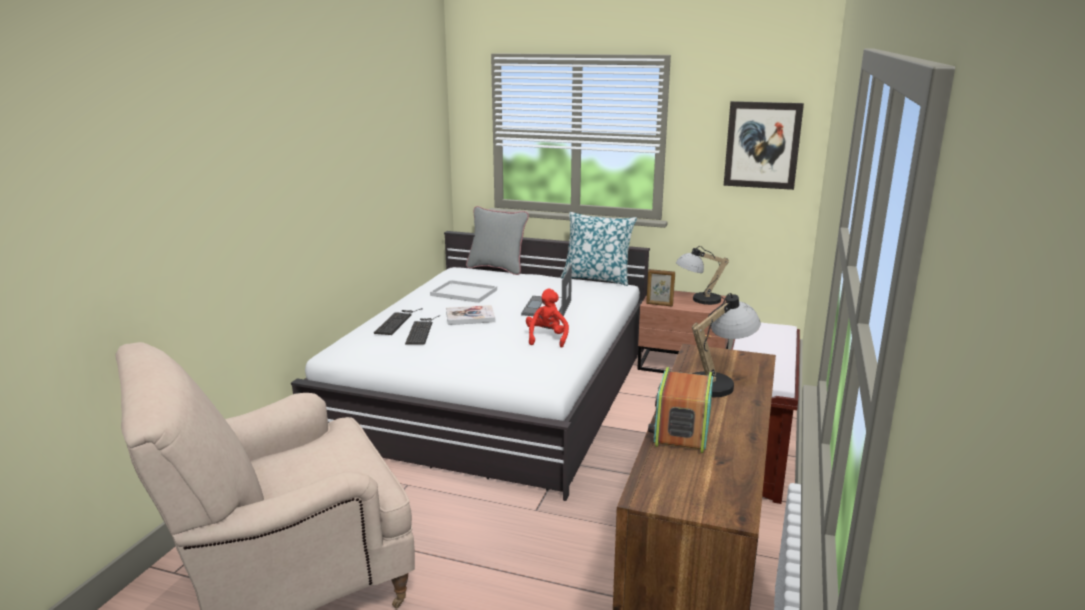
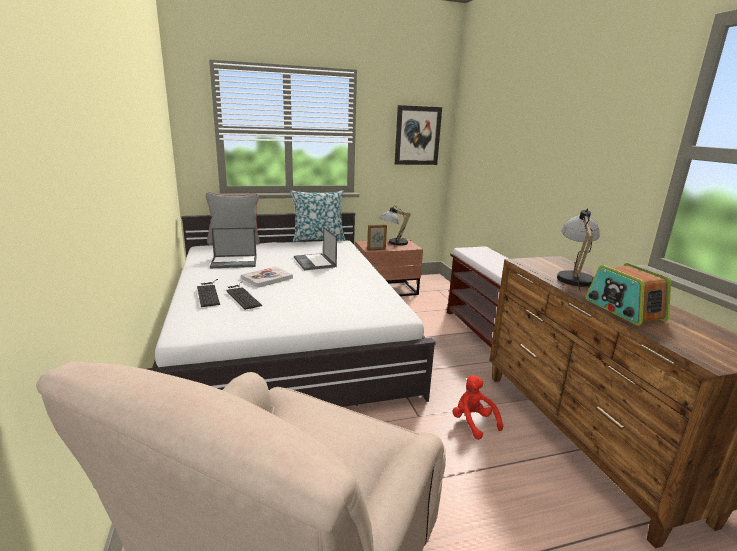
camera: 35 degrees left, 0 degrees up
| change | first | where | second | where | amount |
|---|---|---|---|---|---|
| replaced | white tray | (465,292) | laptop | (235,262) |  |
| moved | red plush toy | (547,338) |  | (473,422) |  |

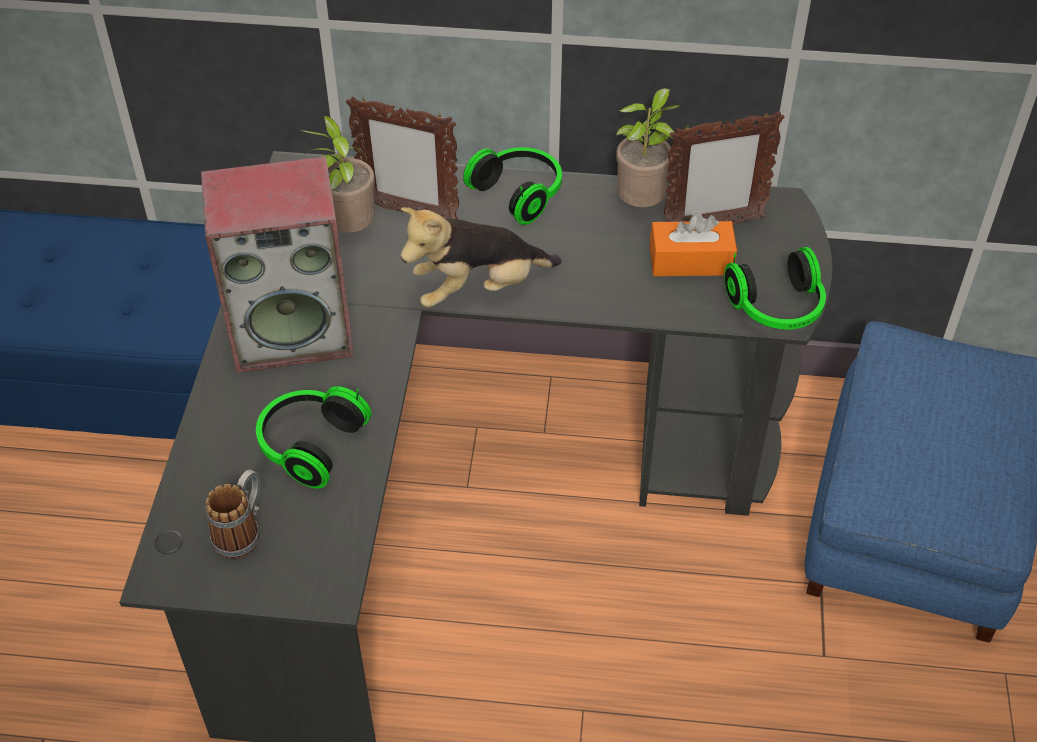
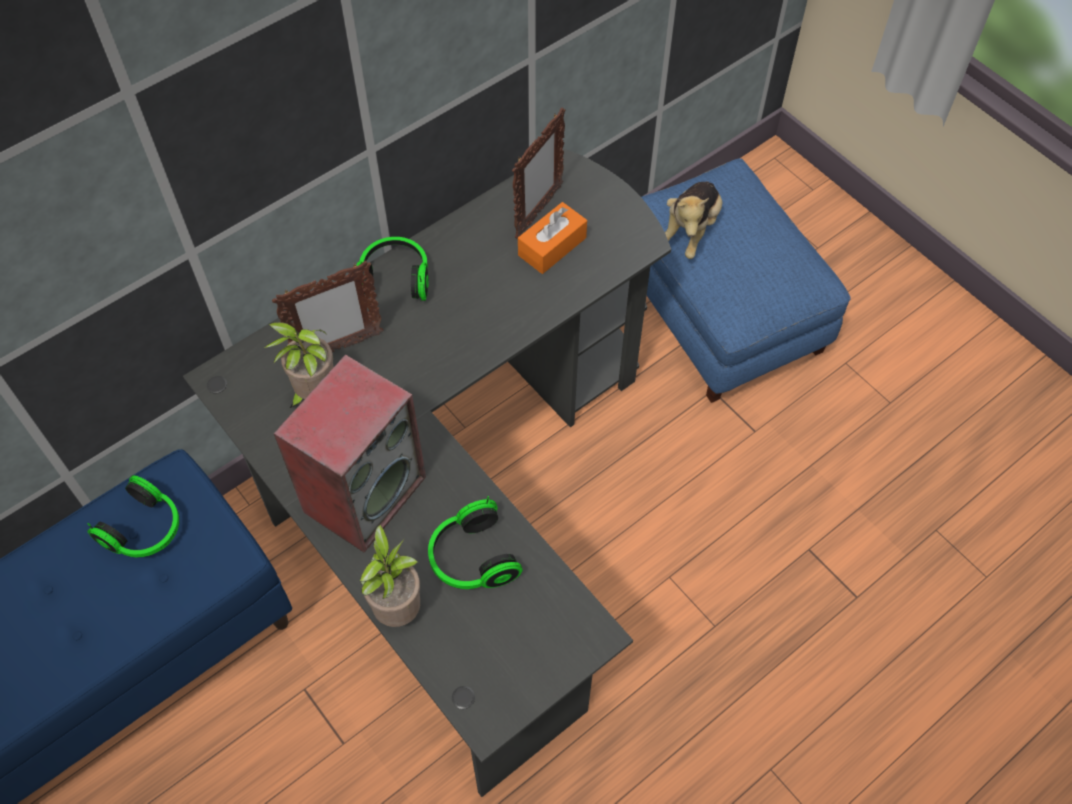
camera: 45 degrees left, 10 degrees up
| change | first | where | second | where | amount |
|---|---|---|---|---|---|
| moved | headphones | (777,309) |  | (146,530) |  |
| moved | potted plant | (642,205) |  | (398,608) |  |
| moved | plush toy | (478,289) |  | (690,230) |  |
| removed | mug | (243,531) |  |  |  |

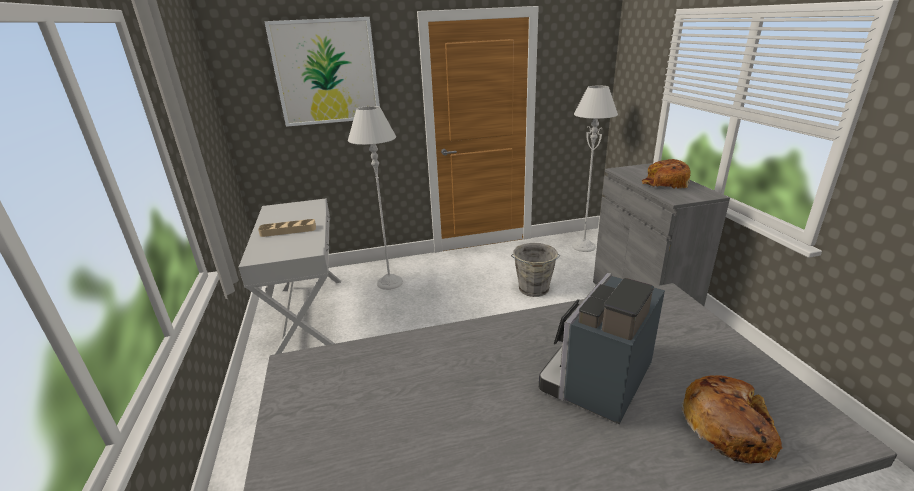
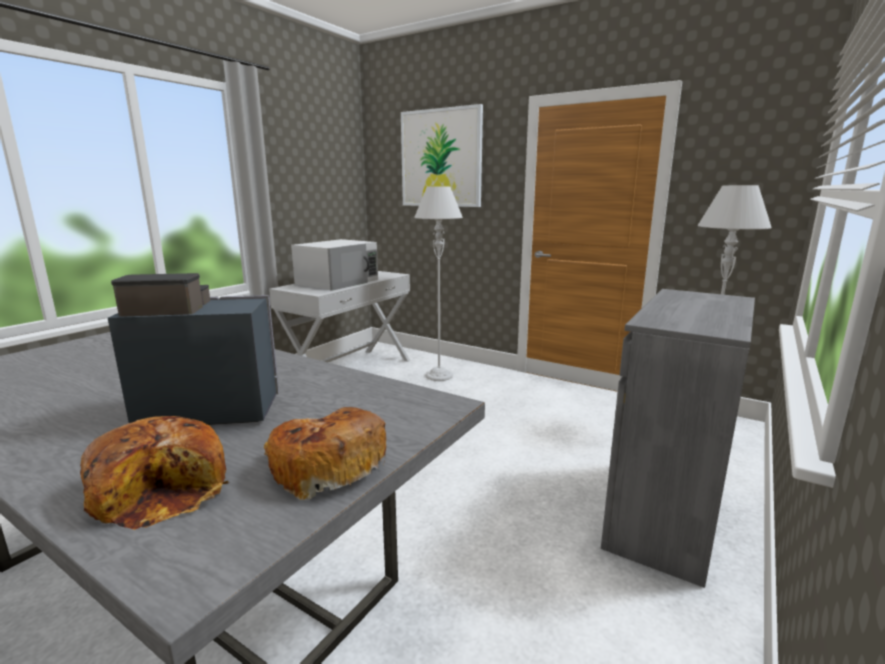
camera: 45 degrees right, 10 degrees down
| change | first | where | second | where | amount |
|---|---|---|---|---|---|
| moved | bread | (664,183) |  | (327,465) |  |
| replaced | beige tray | (288,230) | white microwave | (338,282) |  |
| removed | grey bucket | (533,289) |  |  |  |

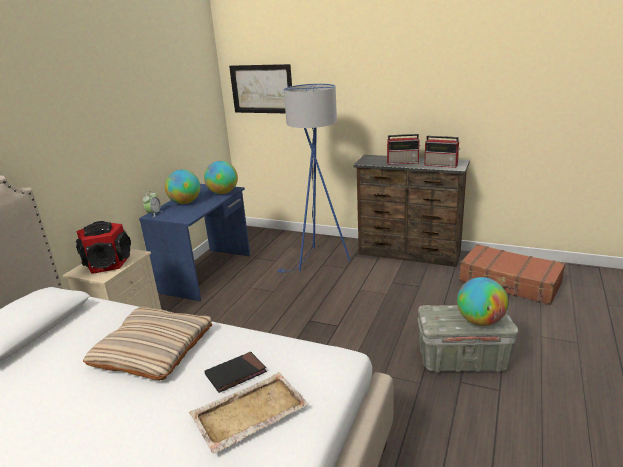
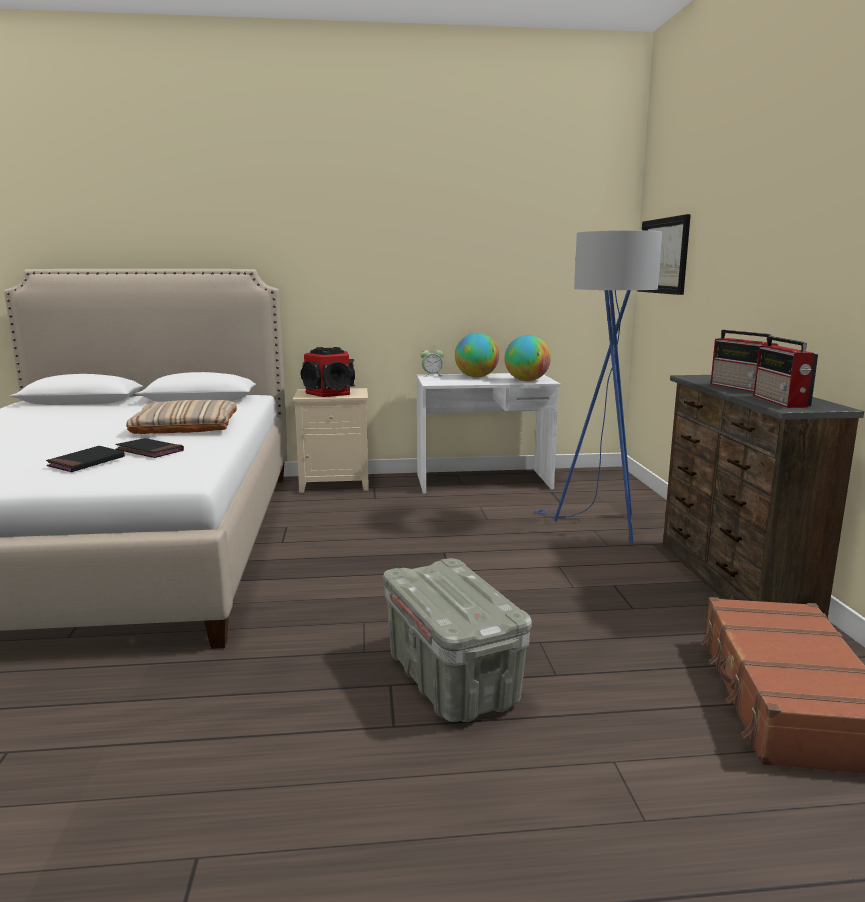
camera: 60 degrees right, 10 degrees down
| change | first | where | second | where | amount |
|---|---|---|---|---|---|
| replaced | beige tray | (248,413) | black book | (86,462) |  |
| recoloured | blue desk | (207,273) | white desk | (483,481) |  |
| removed | globe | (480,321) |  |  |  |

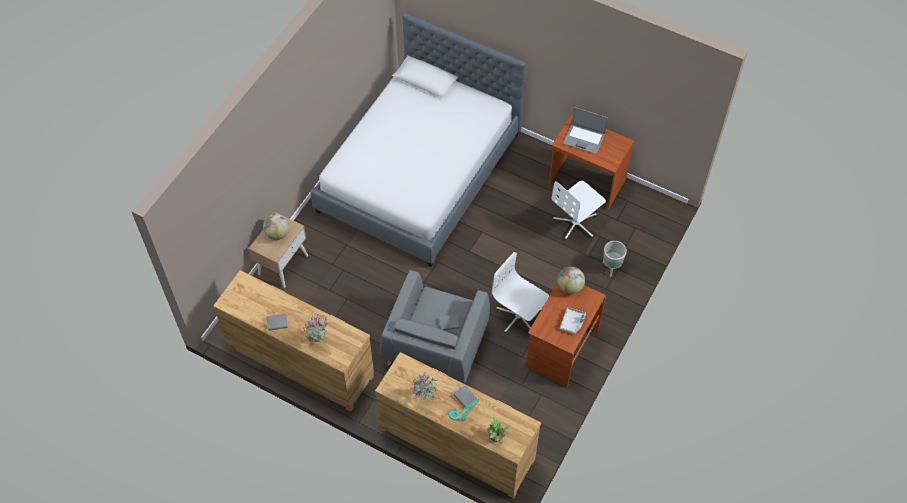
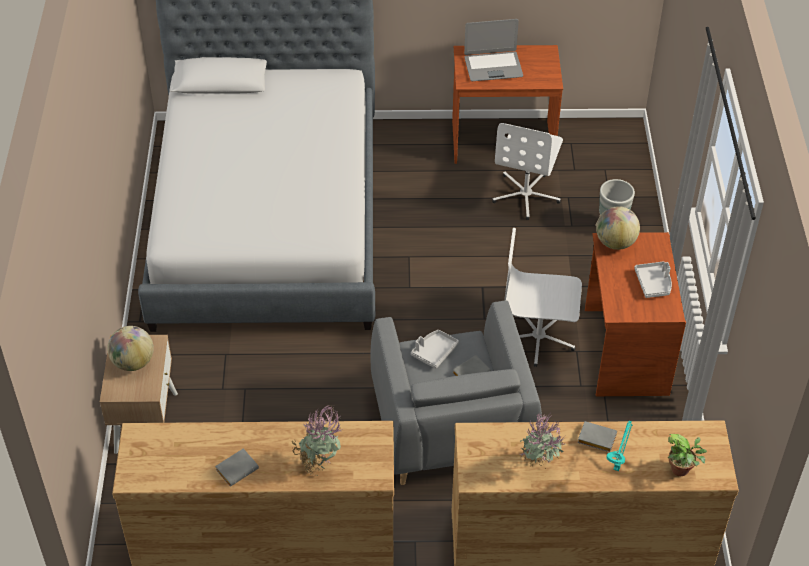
camera: 30 degrees left, 10 degrees down
| change | first | where | second | where | amount |
|---|---|---|---|---|---|
| added |  |  | grey tray | (434,352) |  |

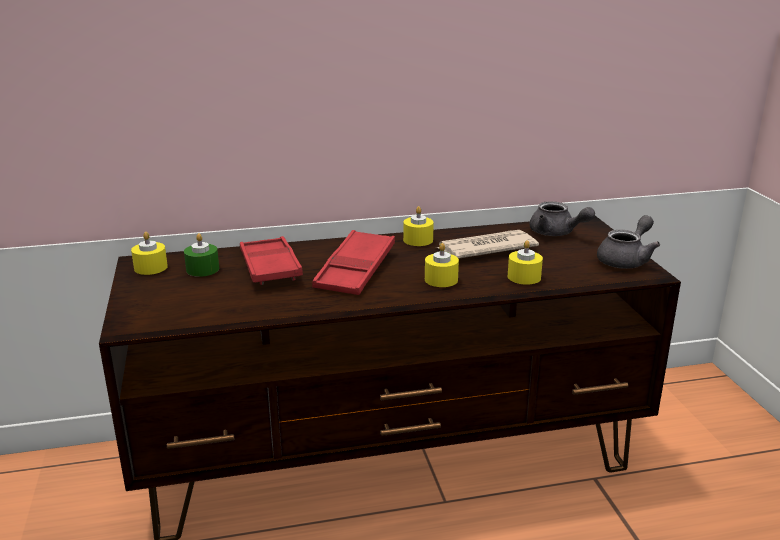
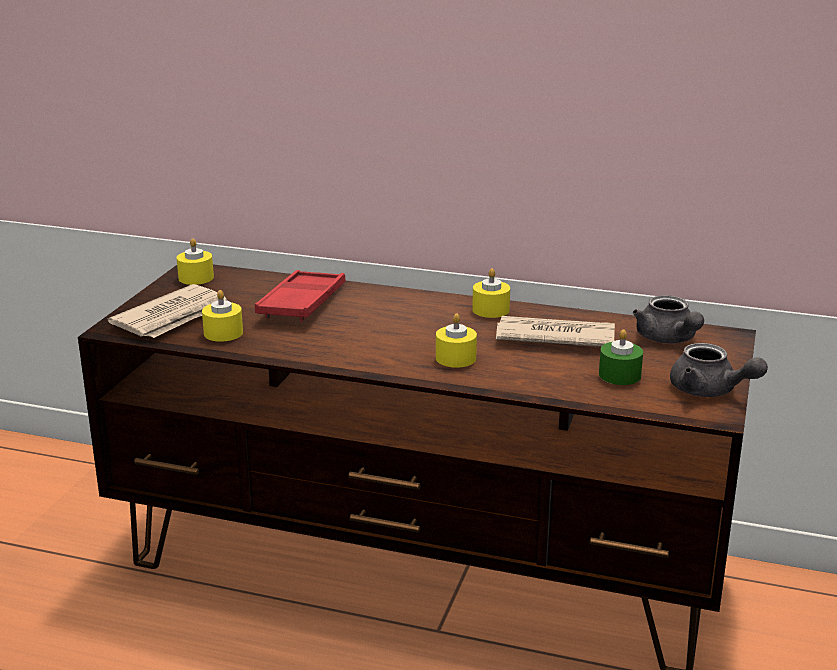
camera: 30 degrees right, 0 degrees up
| change | first | where | second | where | amount |
|---|---|---|---|---|---|
| added |  |  | newspaper | (173,317) |  |
| moved | yellow candle | (524,277) |  | (223,333) |  |
| moved | green candle | (202,269) |  | (619,375) |  |
| turned | grey teapot | (626,260) |  | (710,391) | 60 degrees clockwise |
| removed | red tray | (355,270) |  |  |  |

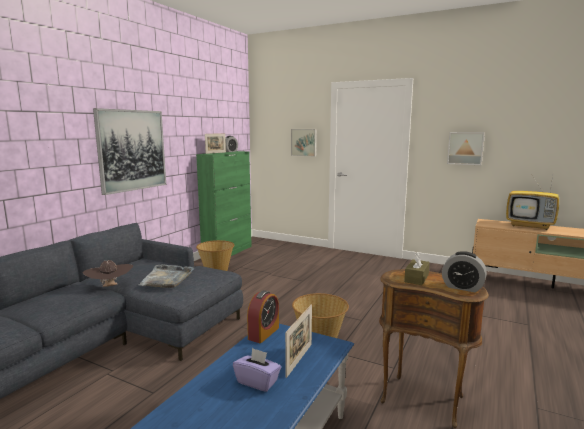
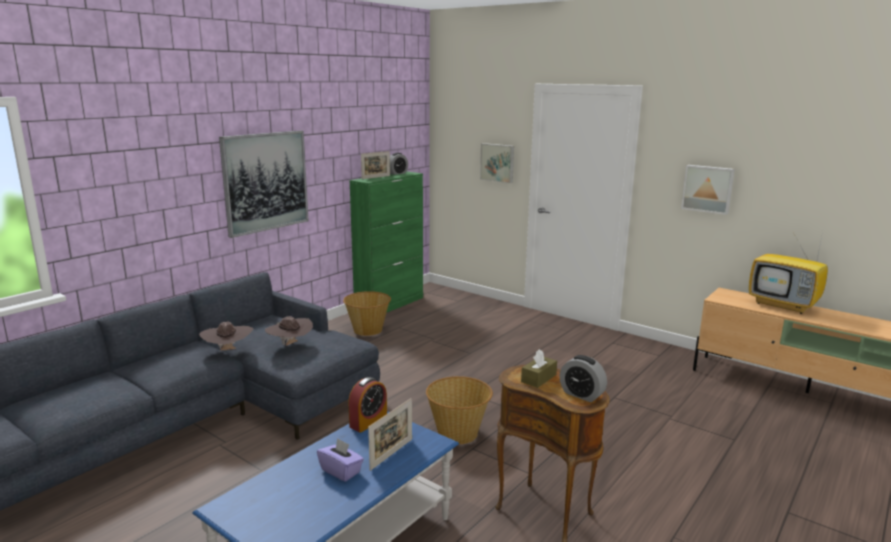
camera: 10 degrees right, 5 degrees up
| change | first | where | second | where | amount |
|---|---|---|---|---|---|
| replaced | grey tray | (167,278) | brown hat | (290,345) |  |

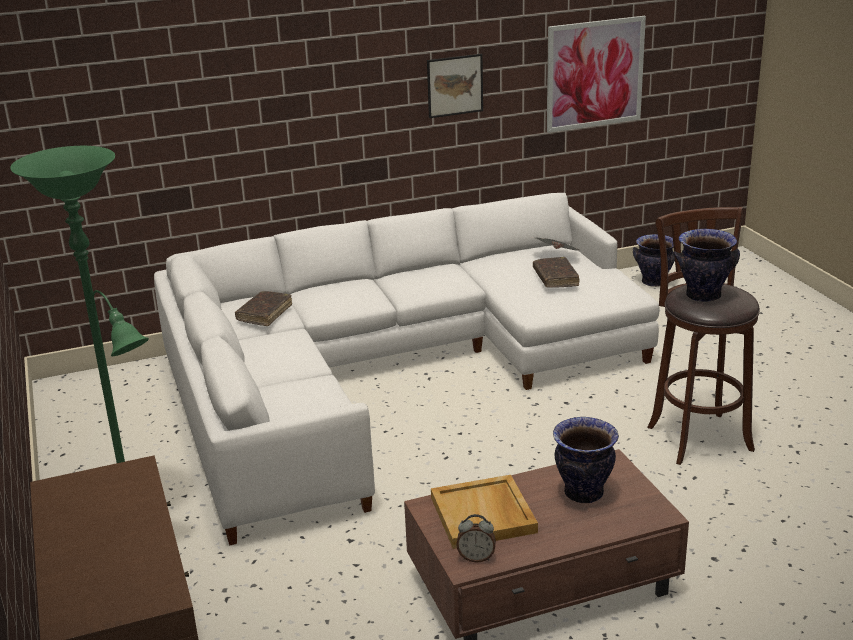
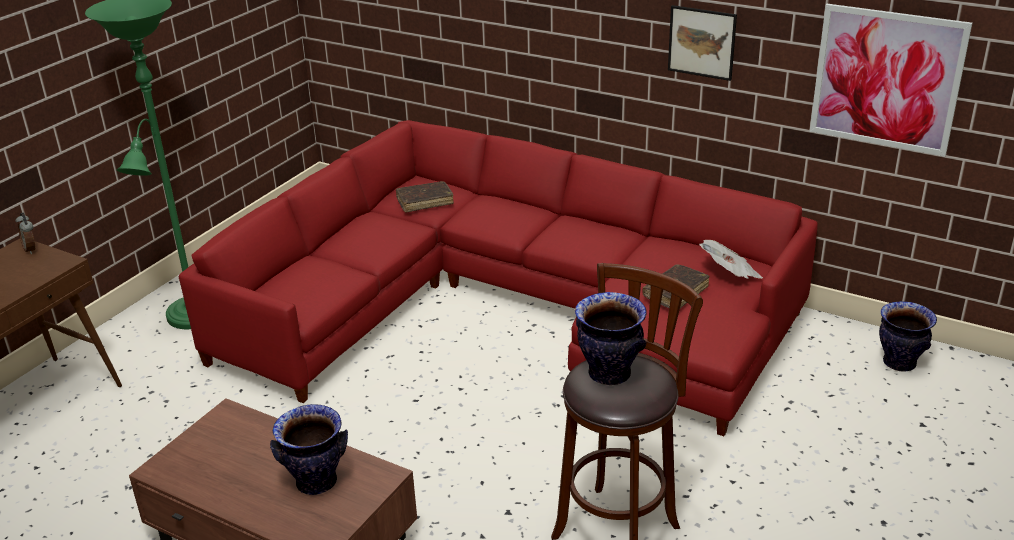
camera: 50 degrees right, 5 degrees up
| change | first | where | second | where | amount |
|---|---|---|---|---|---|
| moved | alarm clock | (476,557) |  | (31,249) |  |
| recoloured | white sofa | (388,374) | red sofa | (509,308) |  |
| removed | beige tray | (484,515) |  |  |  |

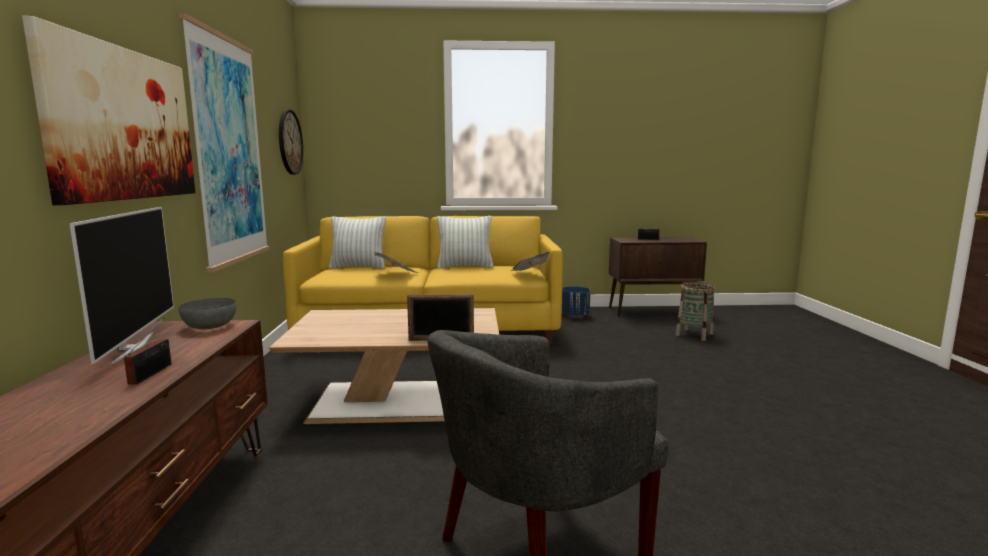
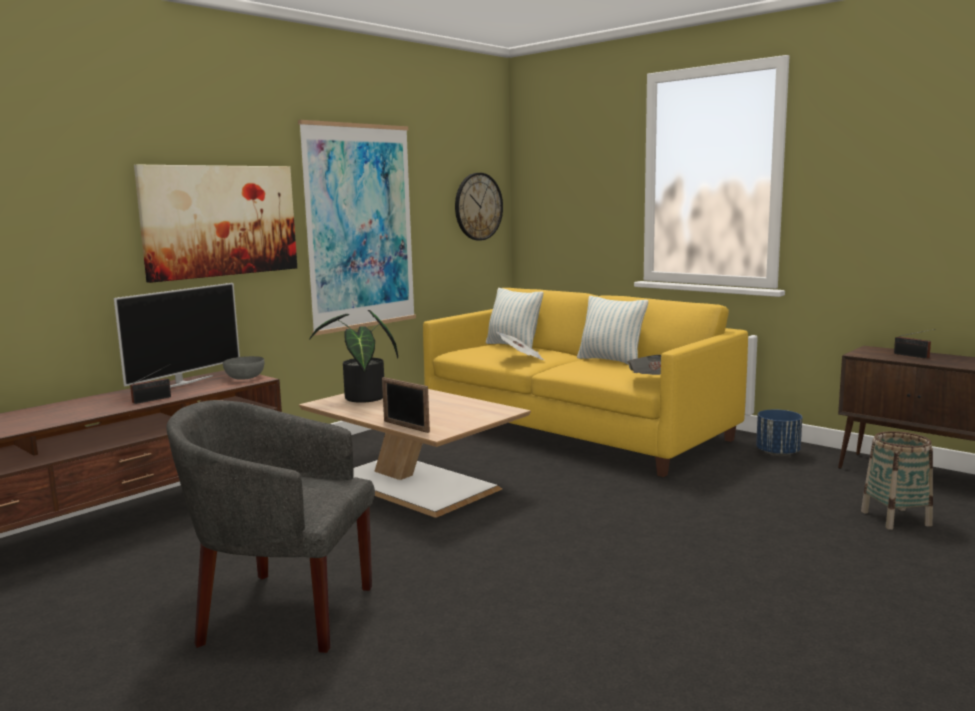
camera: 45 degrees right, 0 degrees up
| change | first | where | second | where | amount |
|---|---|---|---|---|---|
| added |  |  | potted plant | (362,399) |  |

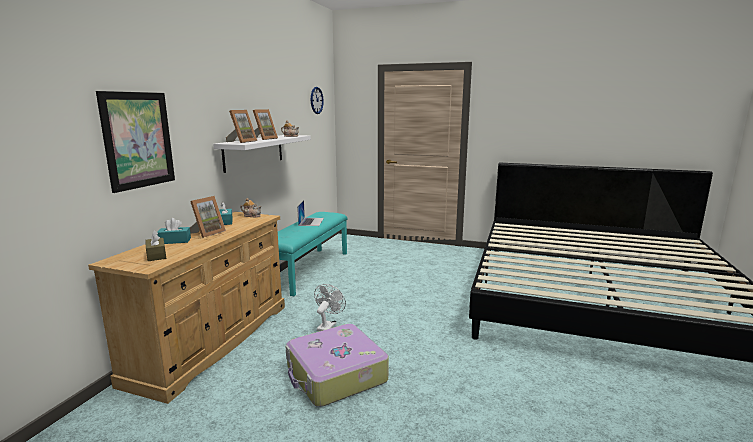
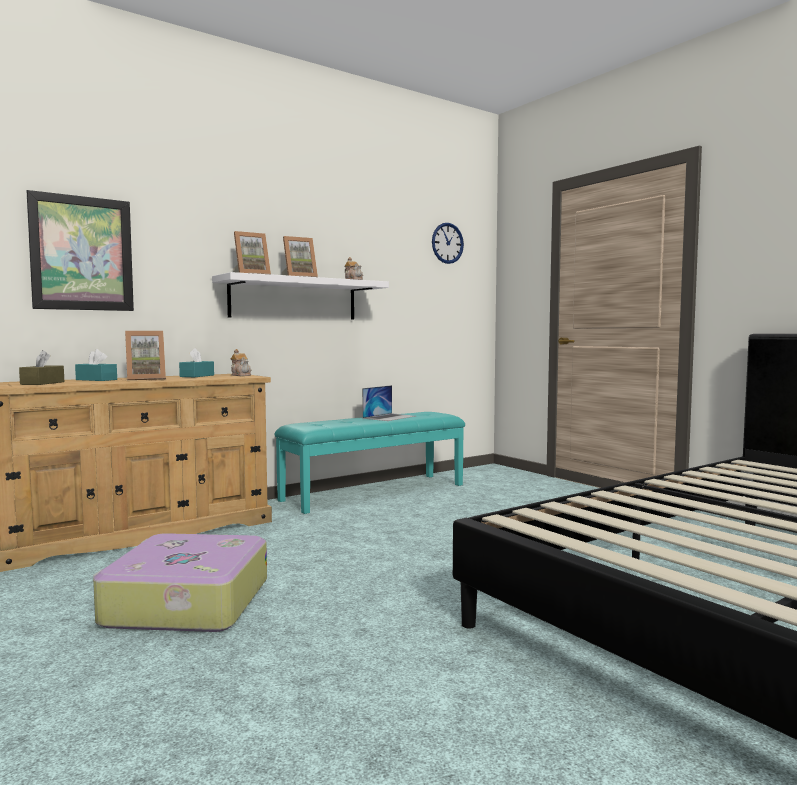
camera: 35 degrees right, 10 degrees down
| change | first | where | second | where | amount |
|---|---|---|---|---|---|
| removed | white fan | (328,325) |  |  |  |

